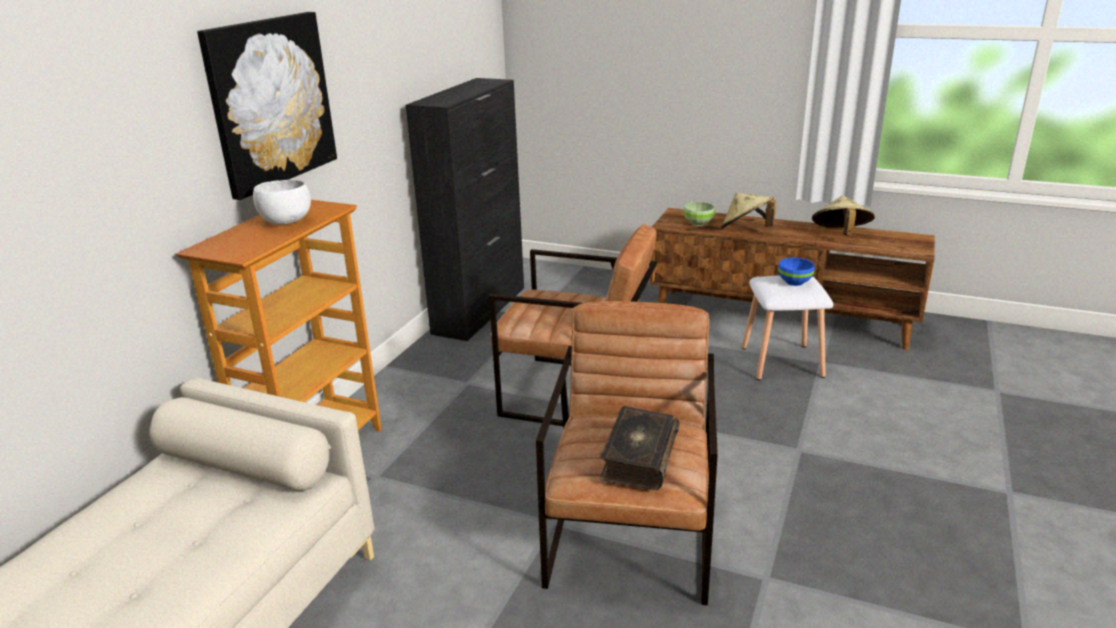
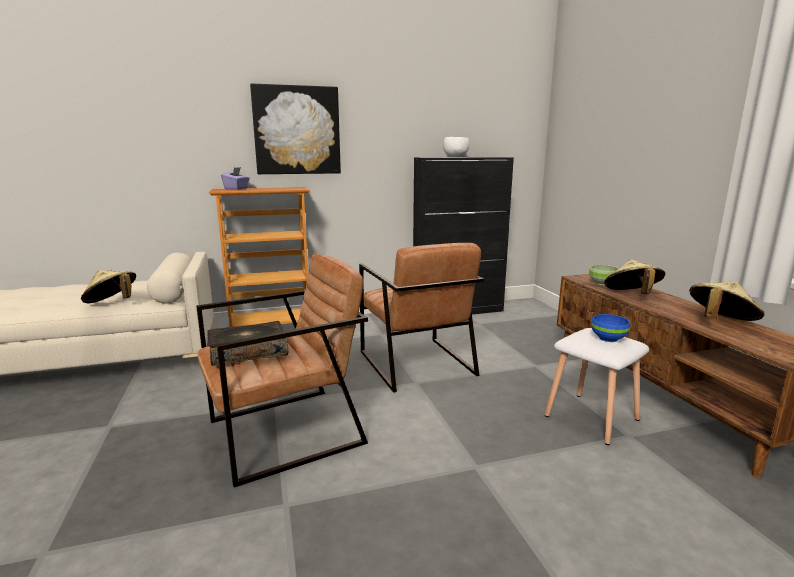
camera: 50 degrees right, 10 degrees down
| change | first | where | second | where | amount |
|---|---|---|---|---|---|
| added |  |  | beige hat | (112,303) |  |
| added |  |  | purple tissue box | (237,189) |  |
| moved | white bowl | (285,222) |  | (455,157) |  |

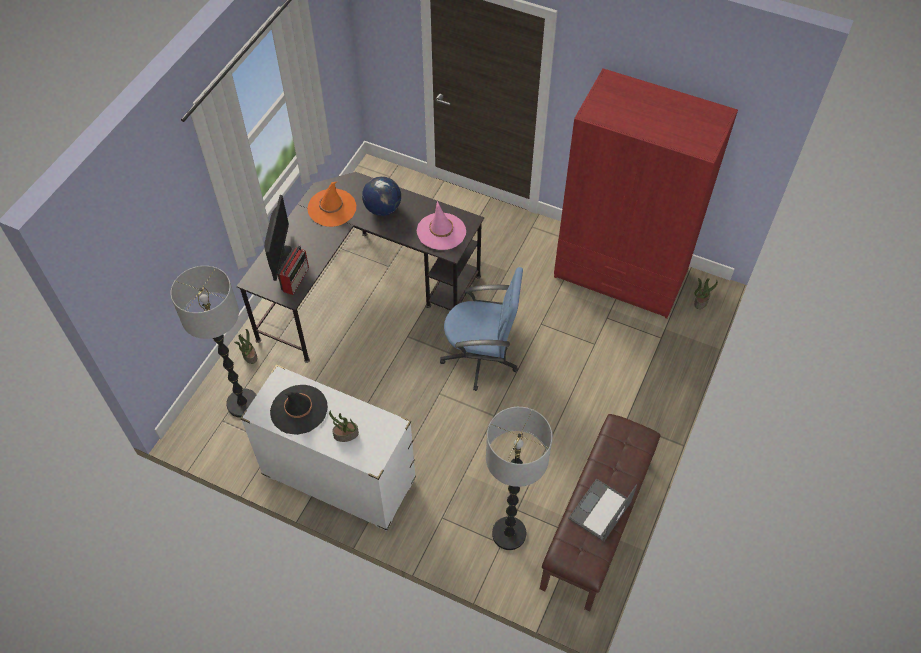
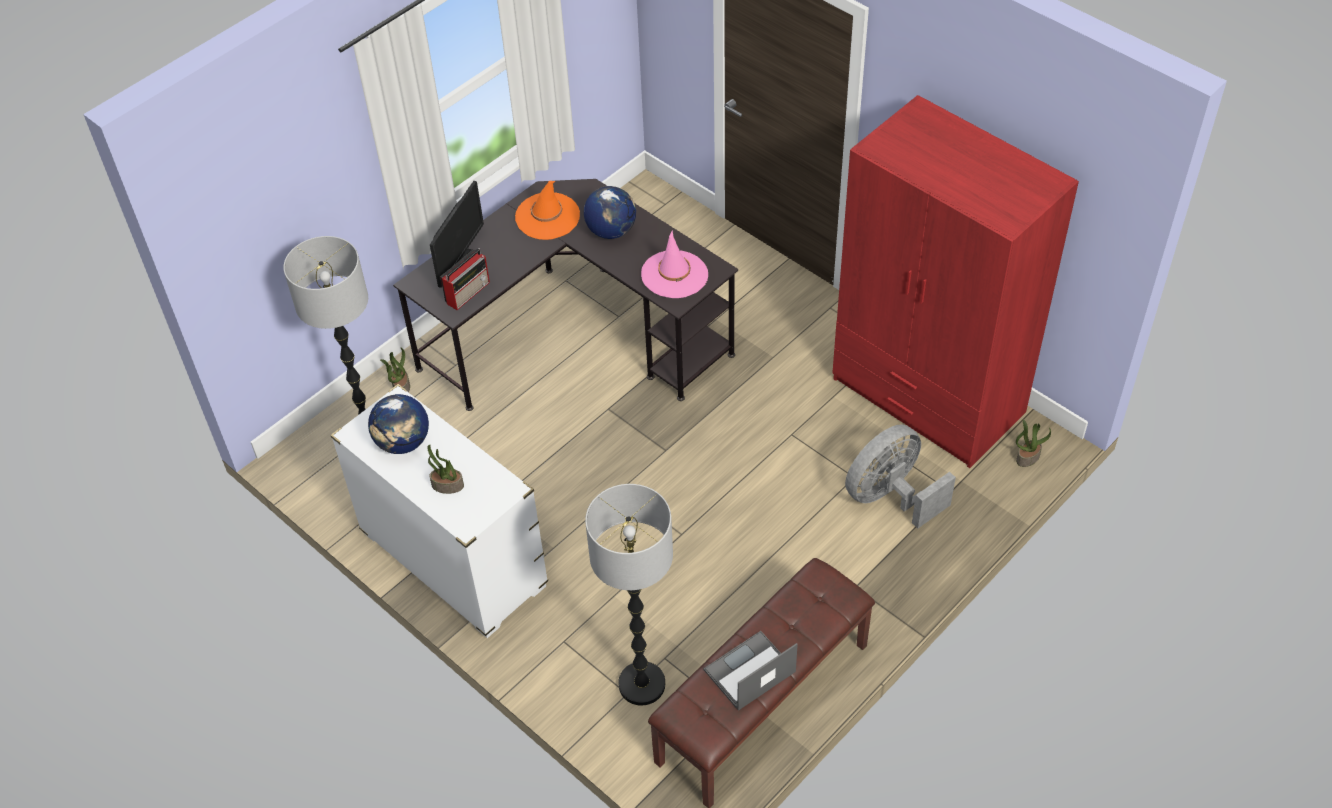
camera: 20 degrees right, 5 degrees down
| change | first | where | second | where | amount |
|---|---|---|---|---|---|
| replaced | black hat | (299,409) | globe | (403,442) |  |
| added |  |  | grey fan | (890,497) |  |
| removed | blue office chair | (481,357) |  |  |  |

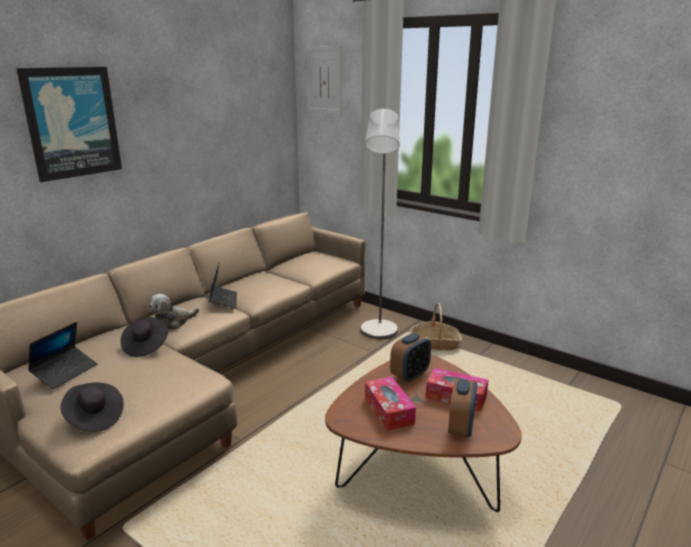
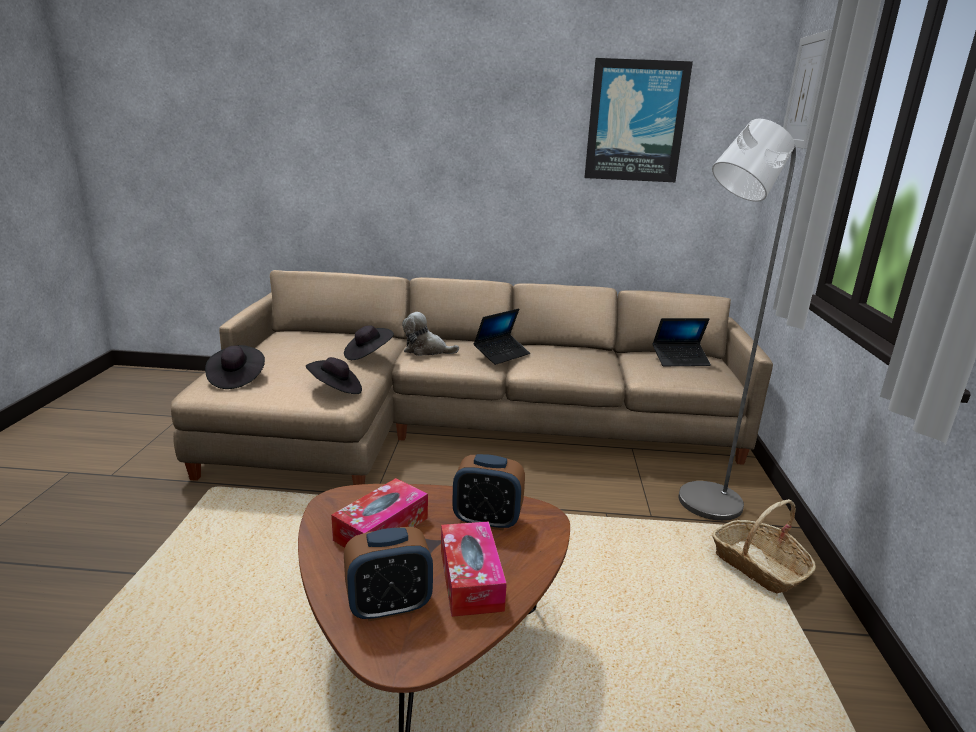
camera: 55 degrees right, 0 degrees up
| change | first | where | second | where | amount |
|---|---|---|---|---|---|
| added |  |  | black hat | (336,390) |  |
| moved | picture | (72,122) |  | (636,121) |  |
| moved | laptop | (65,372) |  | (680,360) |  |

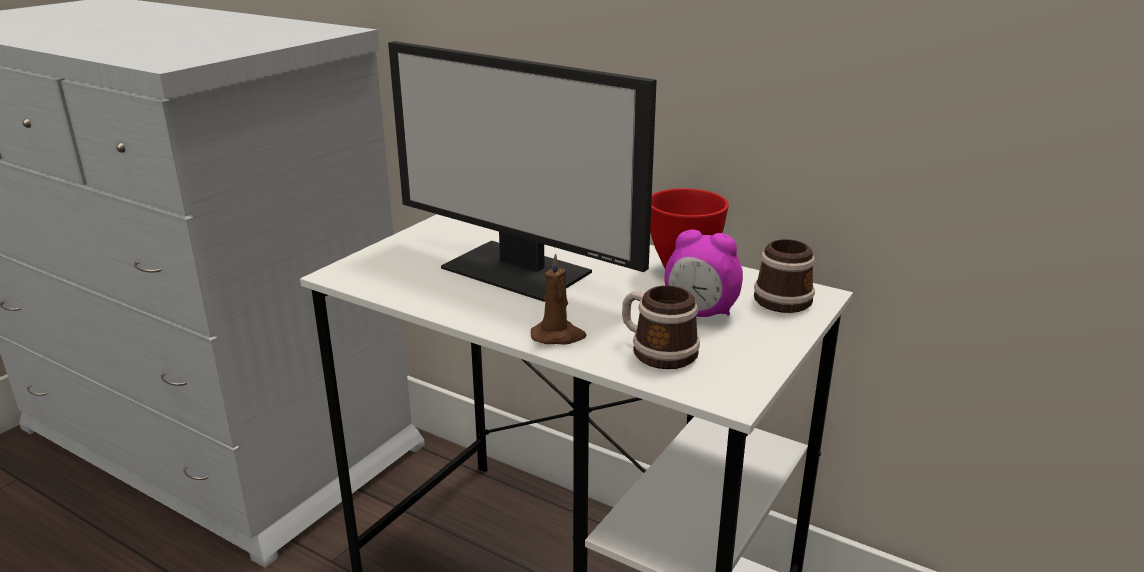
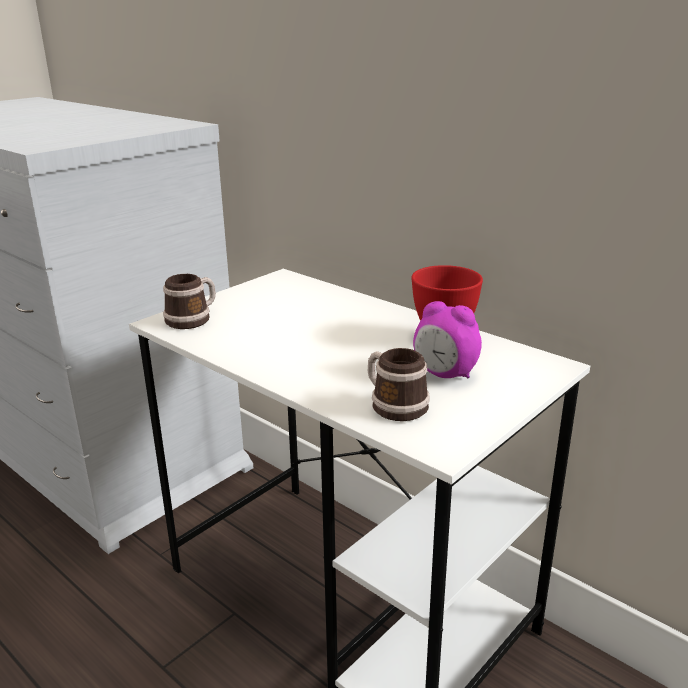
camera: 10 degrees right, 0 degrees up
| change | first | where | second | where | amount |
|---|---|---|---|---|---|
| moved | mug | (786,297) |  | (193,318) |  |
| removed | monitor | (519,269) |  |  |  |
| removed | brown candle | (558,336) |  |  |  |

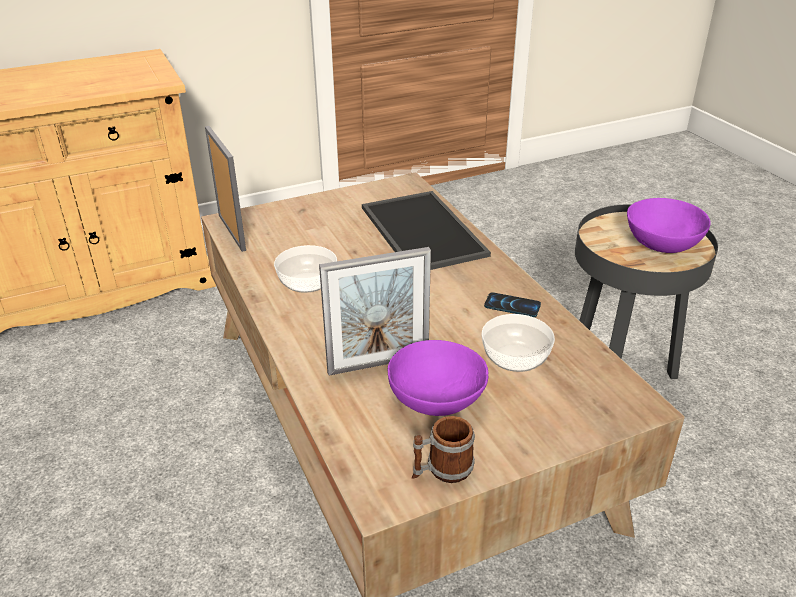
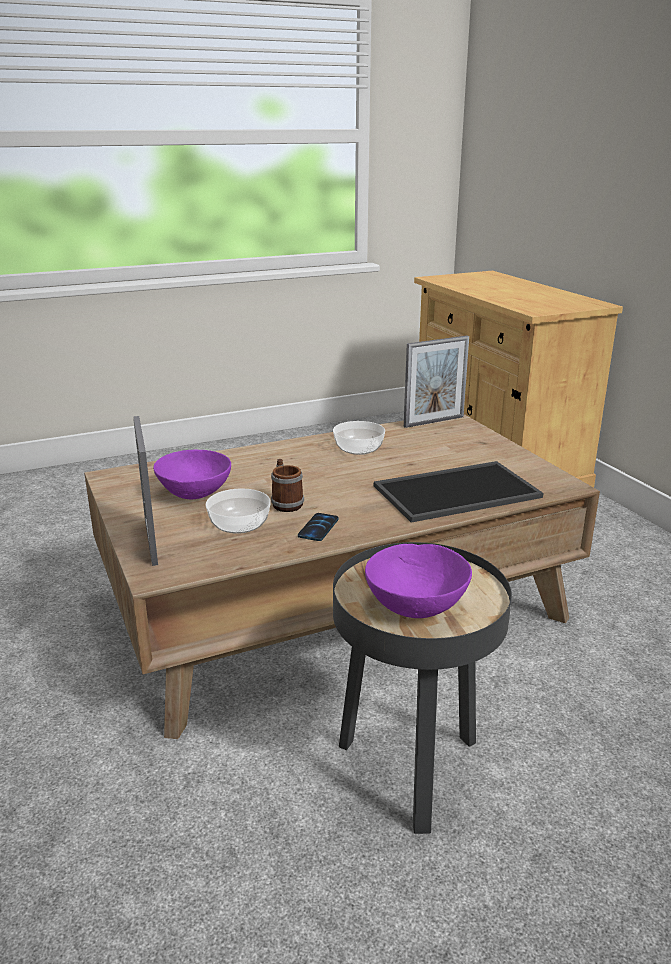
camera: 90 degrees right, 10 degrees down
| change | first | where | second | where | amount |
|---|---|---|---|---|---|
| moved | picture frame | (378,364) |  | (151,541) |  |
| moved | mug | (442,470) |  | (285,503) |  |

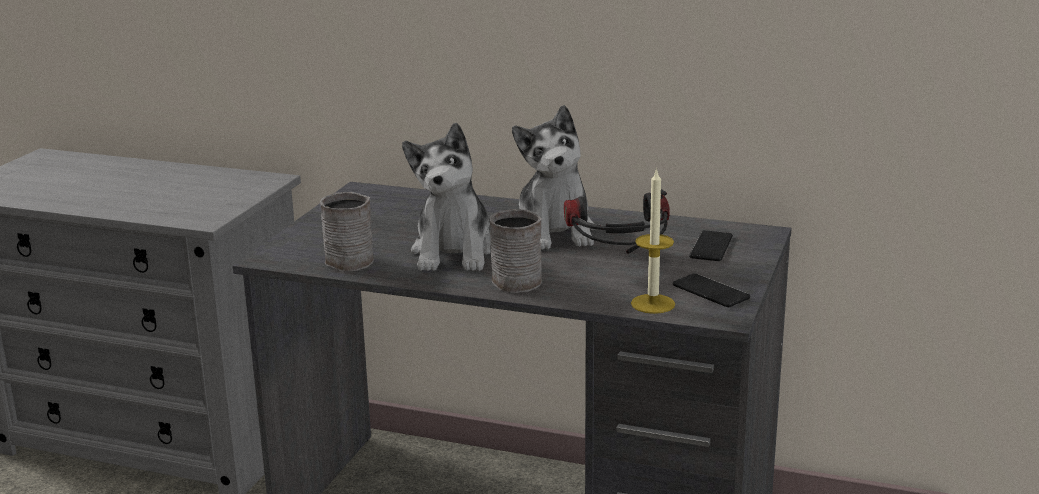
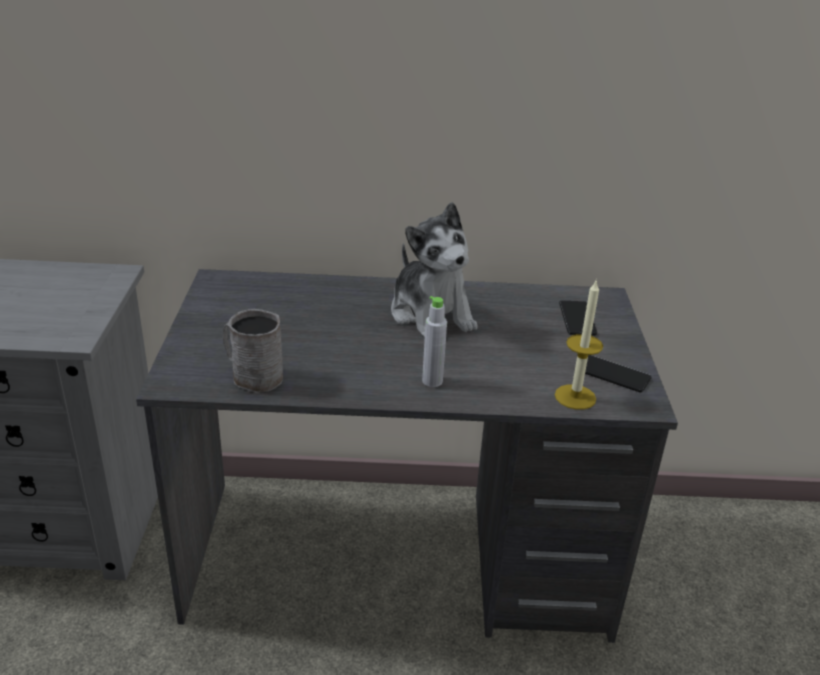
camera: 20 degrees left, 10 degrees up
| change | first | where | second | where | amount |
|---|---|---|---|---|---|
| replaced | grey mug | (514,279) | grey bottle | (432,381) |  |
| removed | plush toy | (455,252) |  |  |  |
| removed | headphones | (618,272) |  |  |  |

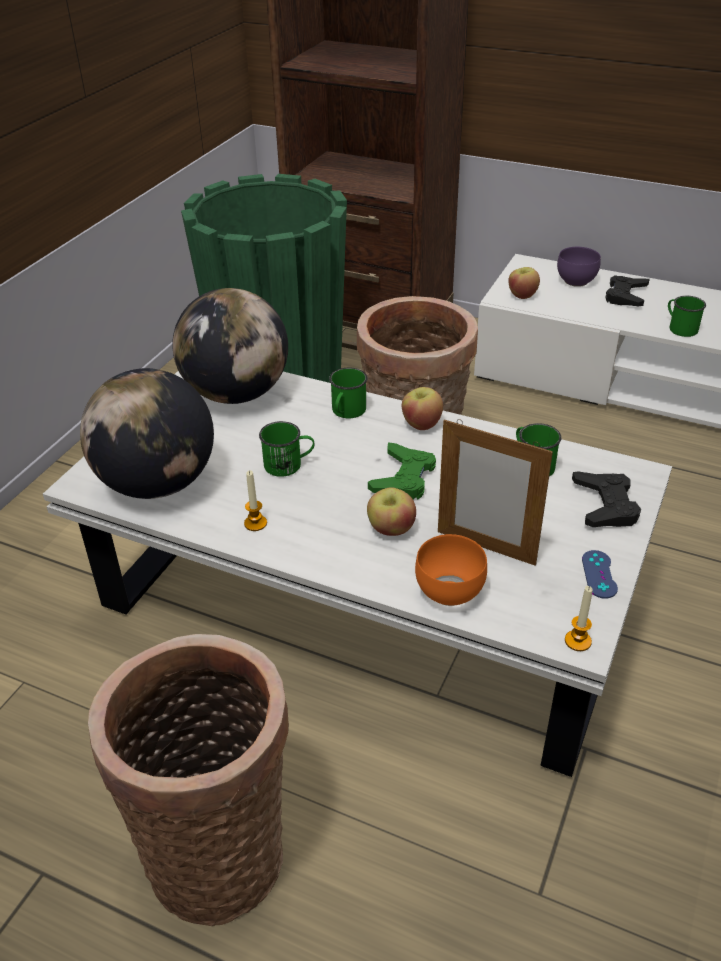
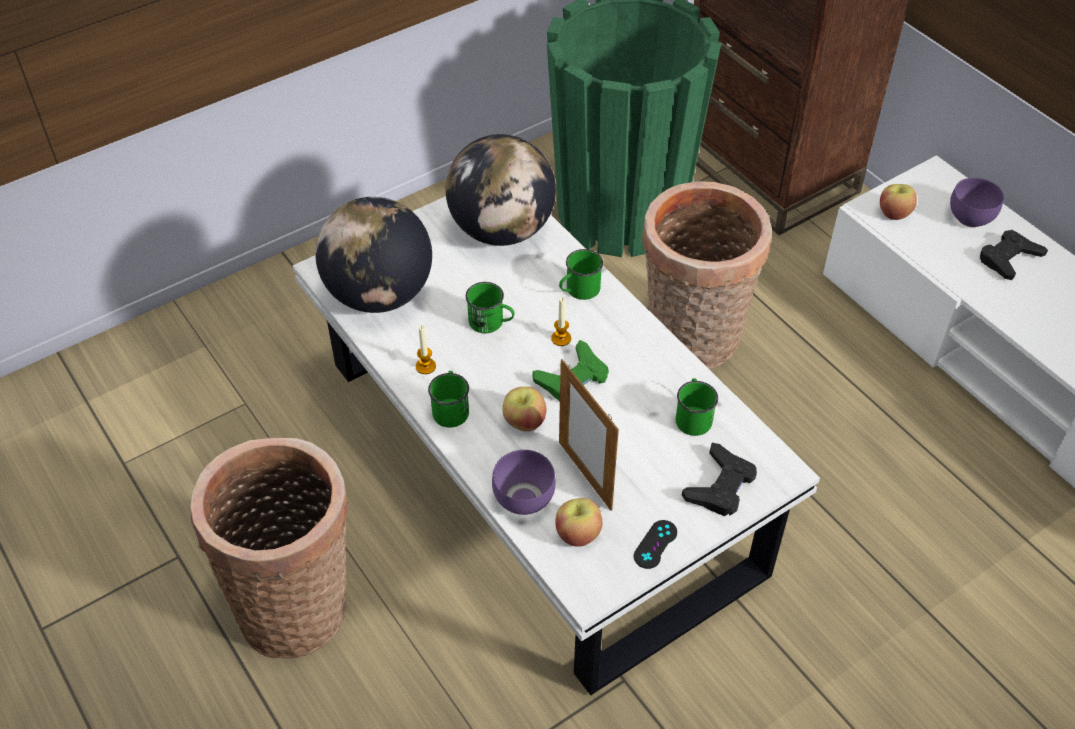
camera: 30 degrees right, 10 degrees up
| change | first | where | second | where | amount |
|---|---|---|---|---|---|
| moved | green mug | (680,328) |  | (451,408) |  |
| recoloured | orange bowl | (451,593) | purple bowl | (524,501) |  |
| moved | candle | (577,641) |  | (561,338) |  |
| moved | apple | (421,424) |  | (578,534) |  |
| recoloured | blue game controller | (599,574) | black game controller | (655,544) |  |

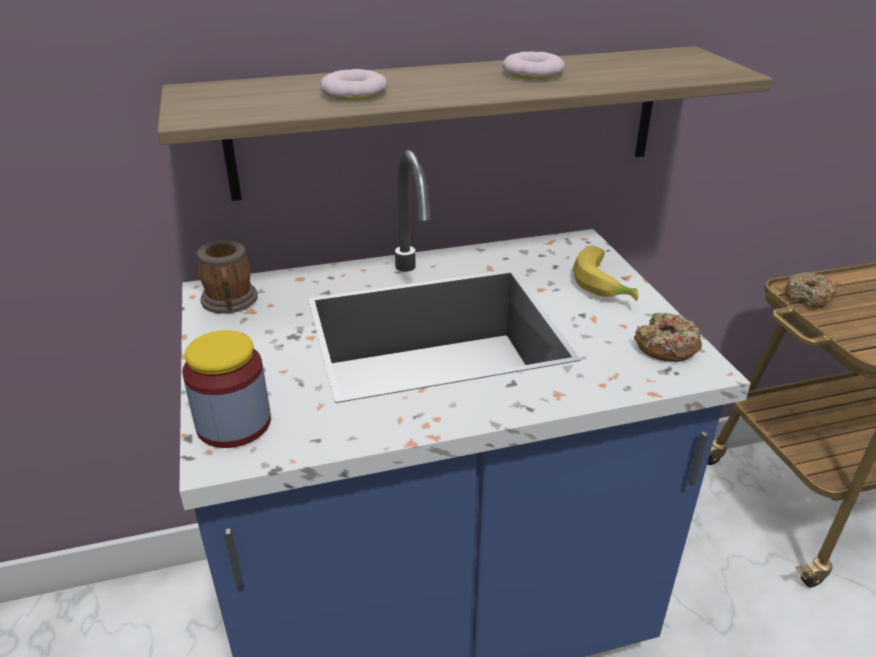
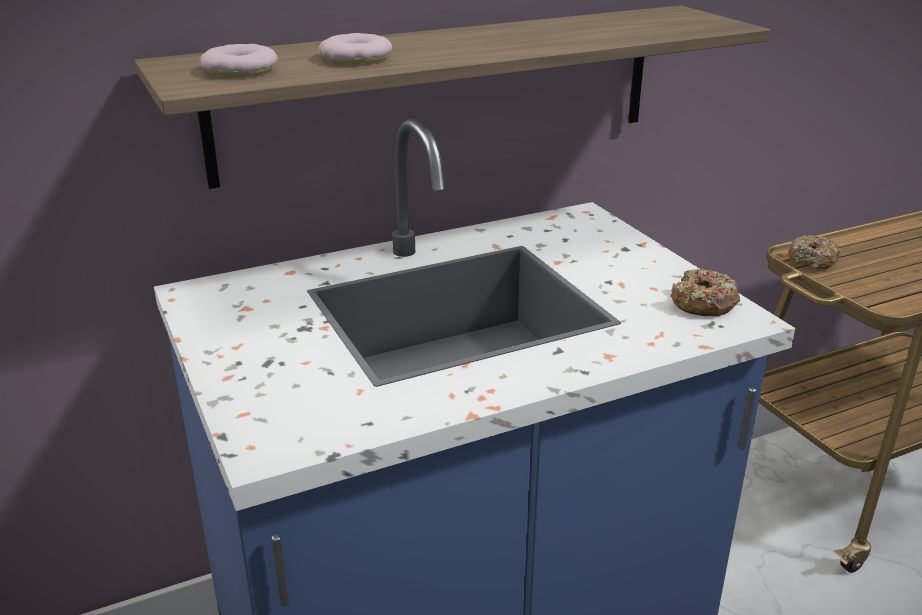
camera: 10 degrees left, 5 degrees down
| change | first | where | second | where | amount |
|---|---|---|---|---|---|
| moved | donut | (532,73) |  | (240,70) |  |
| removed | jar | (234,424) |  |  |  |
| removed | mug | (230,303) |  |  |  |
| removed | banana | (606,284) |  |  |  |

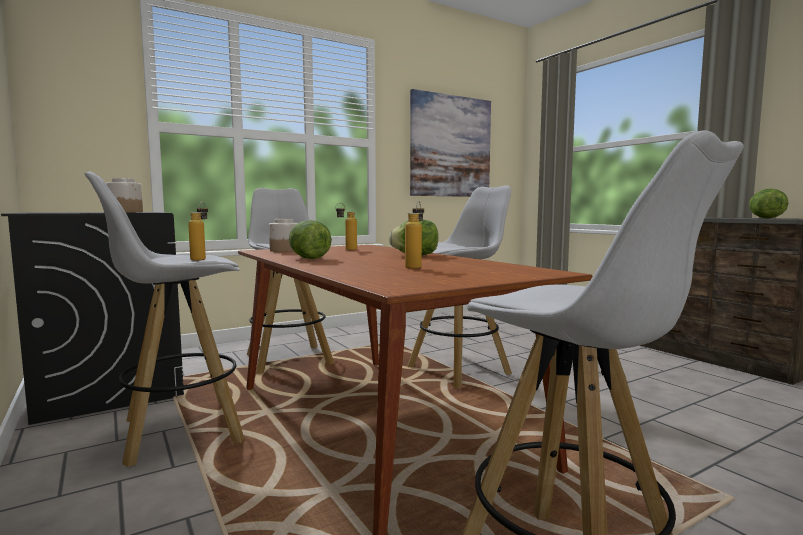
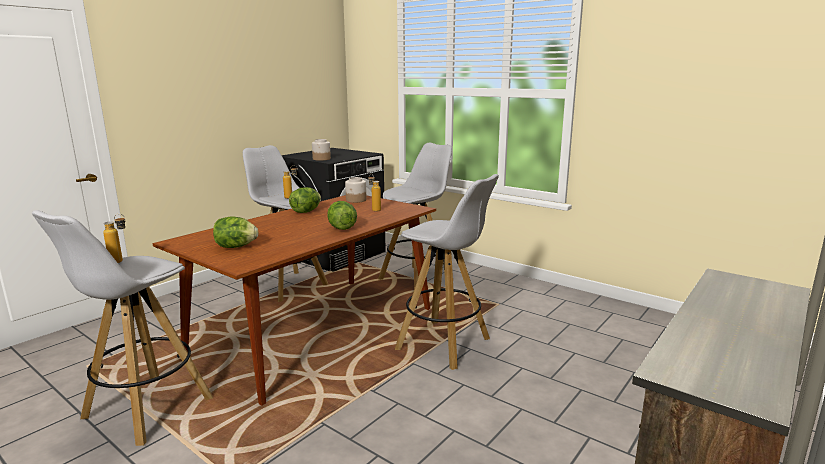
camera: 70 degrees right, 10 degrees up
| change | first | where | second | where | amount |
|---|---|---|---|---|---|
| moved | bottle | (415,267) |  | (121,261) |  |
| moved | lettuce | (765,218) |  | (236,247) |  |
| removed | picture | (450,146) |  |  |  |

